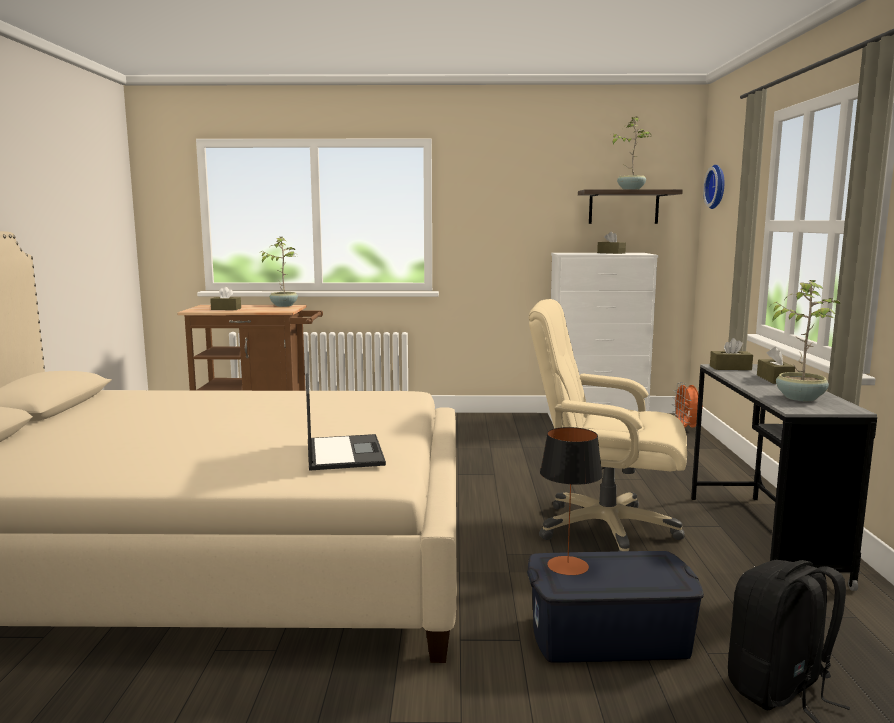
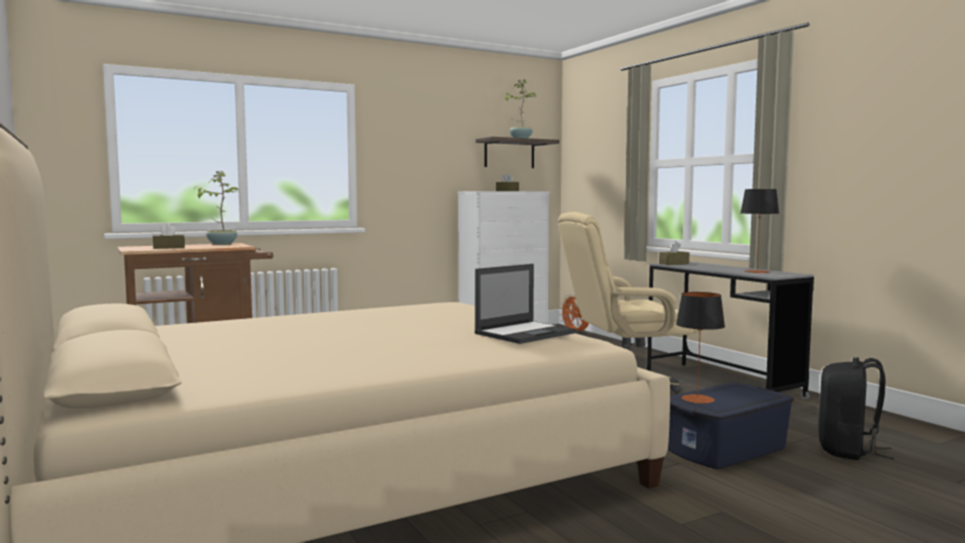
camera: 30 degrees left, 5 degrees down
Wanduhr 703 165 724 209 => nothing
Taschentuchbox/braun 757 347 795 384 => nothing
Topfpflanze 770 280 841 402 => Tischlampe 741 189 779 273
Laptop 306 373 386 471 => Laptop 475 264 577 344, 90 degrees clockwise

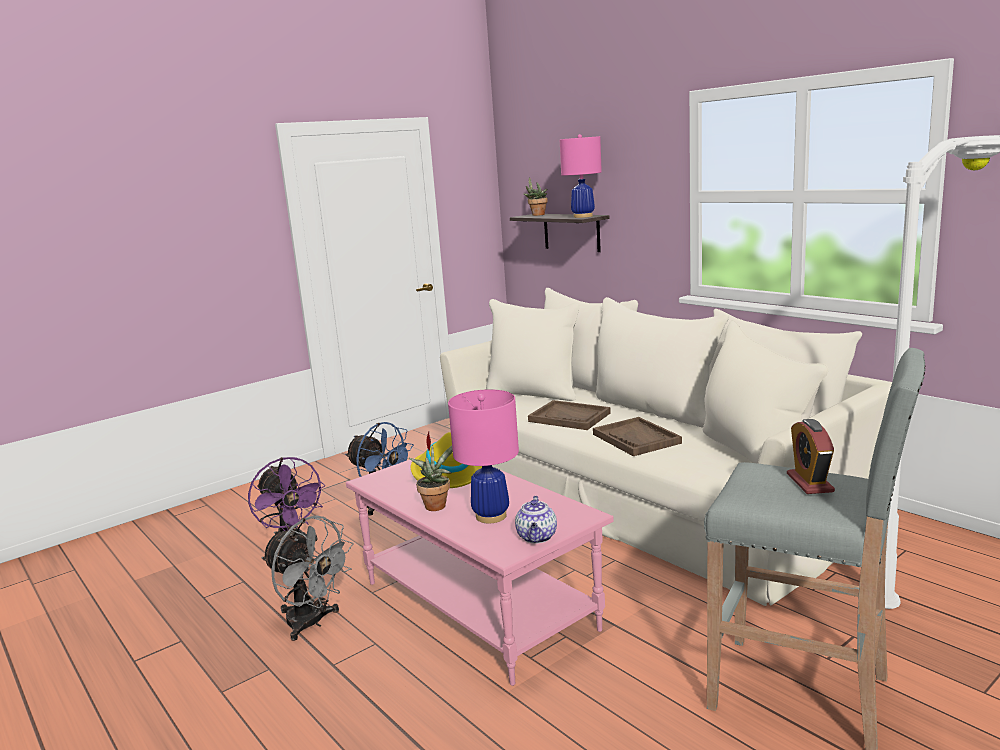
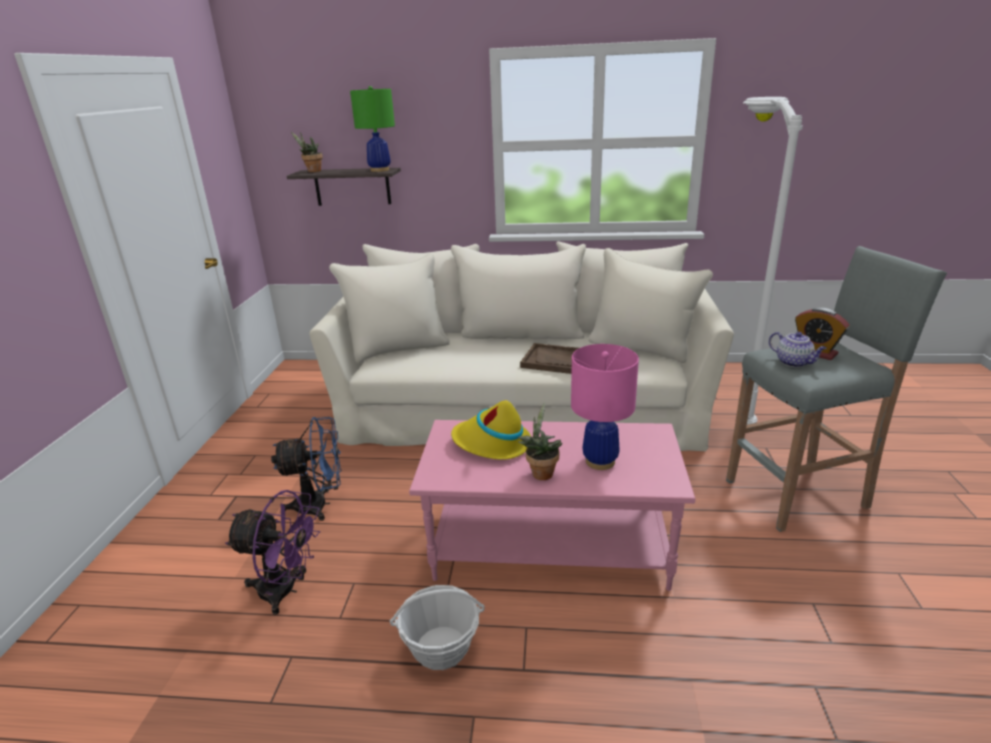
camera: 45 degrees left, 10 degrees up
Tablett/braun 528 400 611 430 => nothing
Teekanne 515 496 557 543 => Teekanne 769 332 827 367, shifted
Ventilator/grau 262 516 354 641 => Korb 390 585 485 670
Tischlampe/rosa 560 134 602 218 => Tischlampe/grün 350 86 395 172

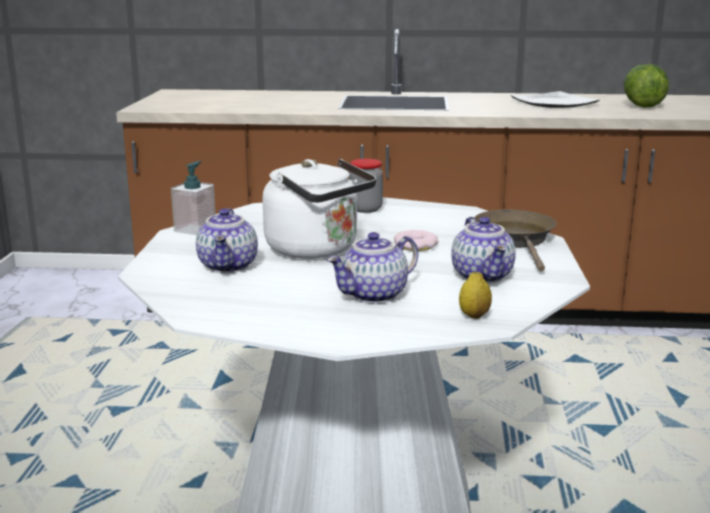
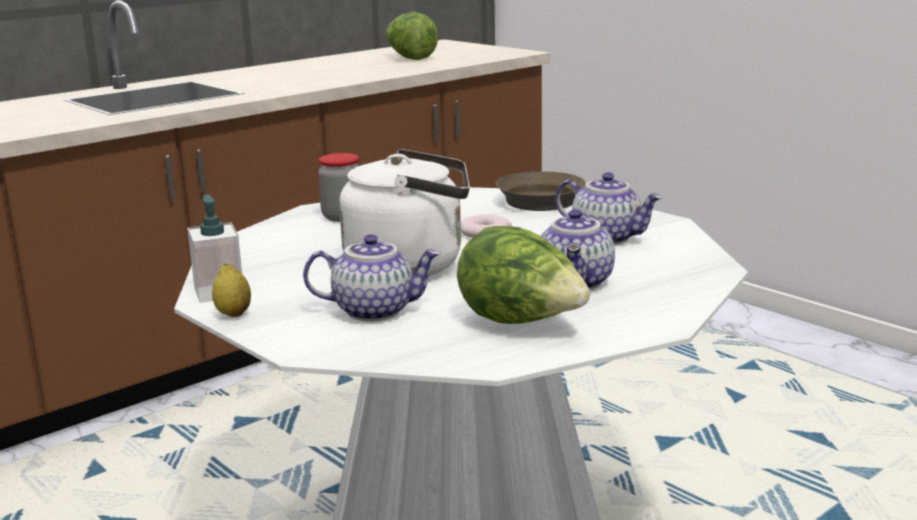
camera: 45 degrees left, 0 degrees up
Teller 511 91 600 108 => nothing
nothing => Salatkopf 457 226 590 324
Zitrone 459 271 492 319 => Zitrone 212 264 251 317, shifted
Teekanne 196 208 258 273 => Teekanne 303 234 441 321, 45 degrees counterclockwise

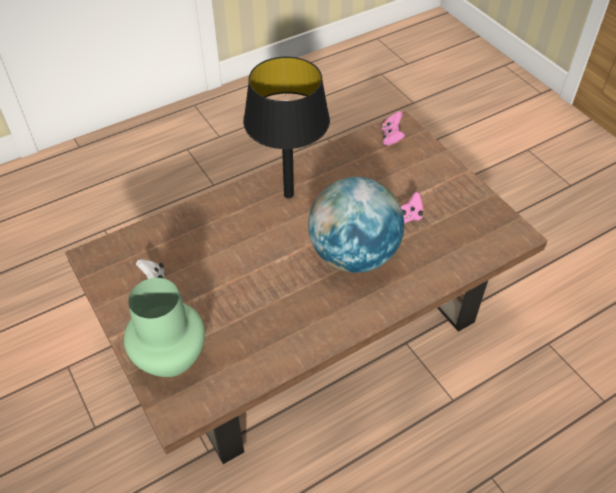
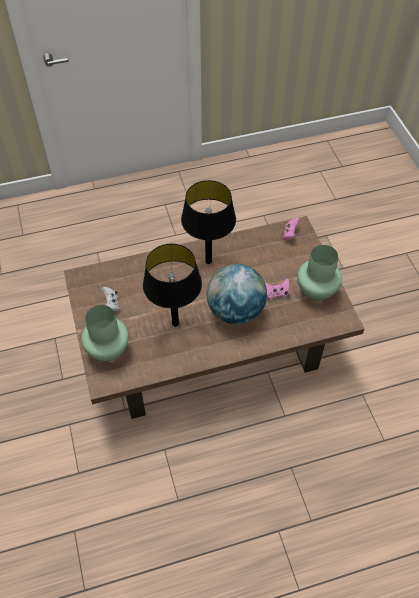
camera: 15 degrees right, 5 degrees up
nothing => Tischlampe/schwarz 143 244 202 327
nothing => Vase/grün 297 245 342 301

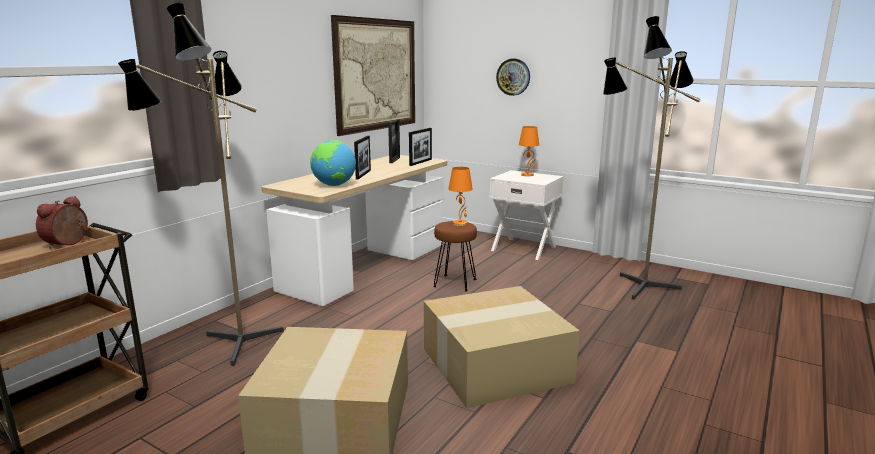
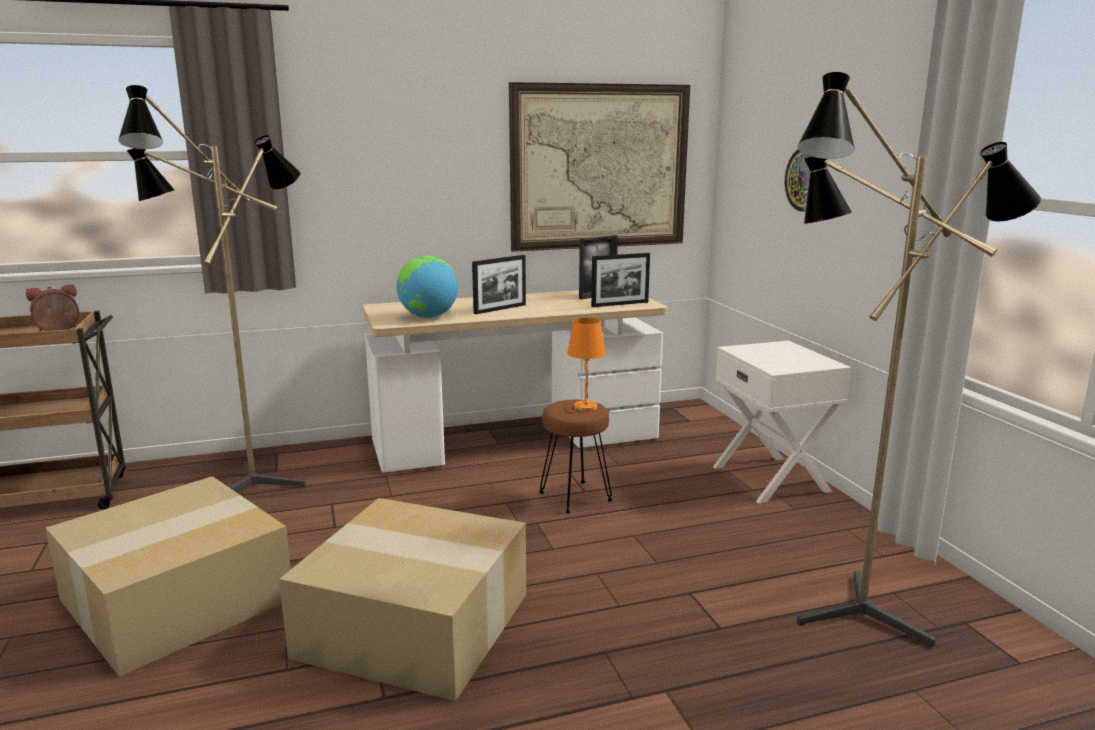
camera: 40 degrees right, 0 degrees up
Tischlampe/orange 519 126 539 176 => nothing

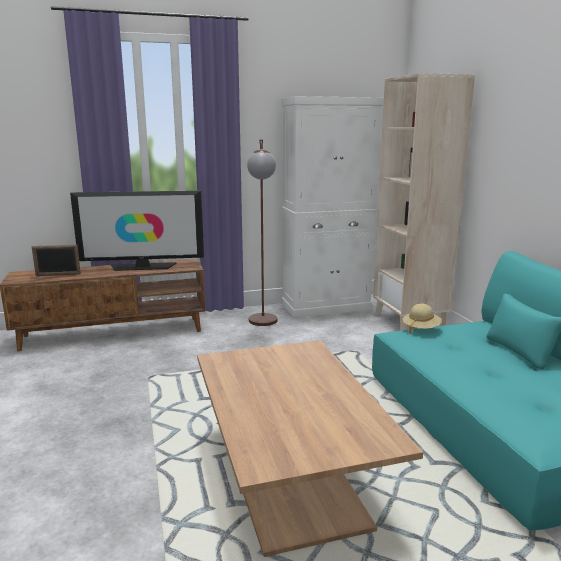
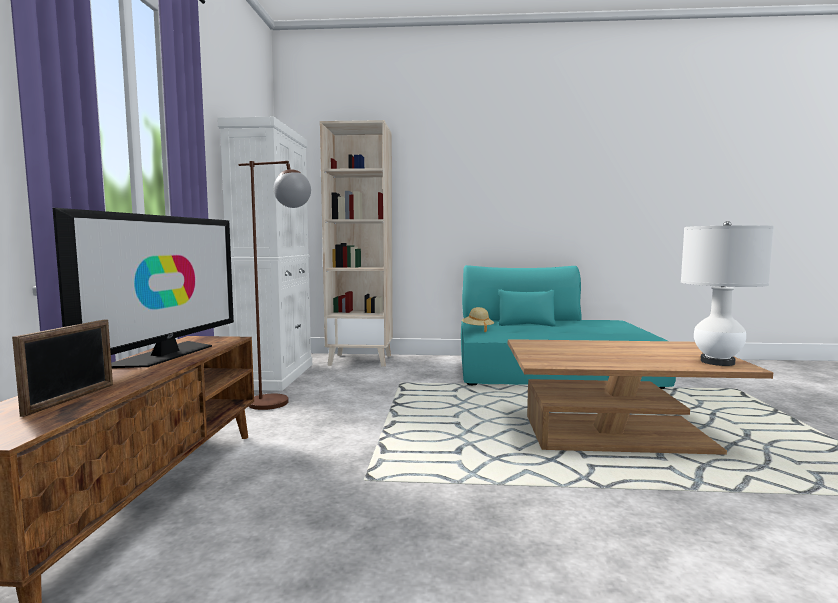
camera: 70 degrees left, 10 degrees down
nothing => Tischlampe/weiß 681 221 774 366

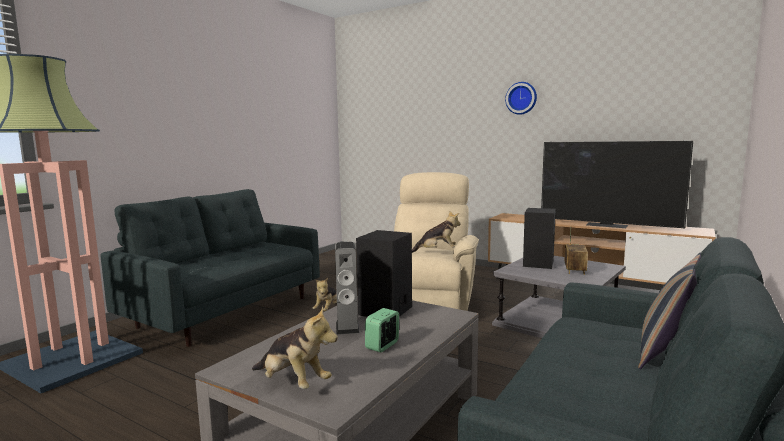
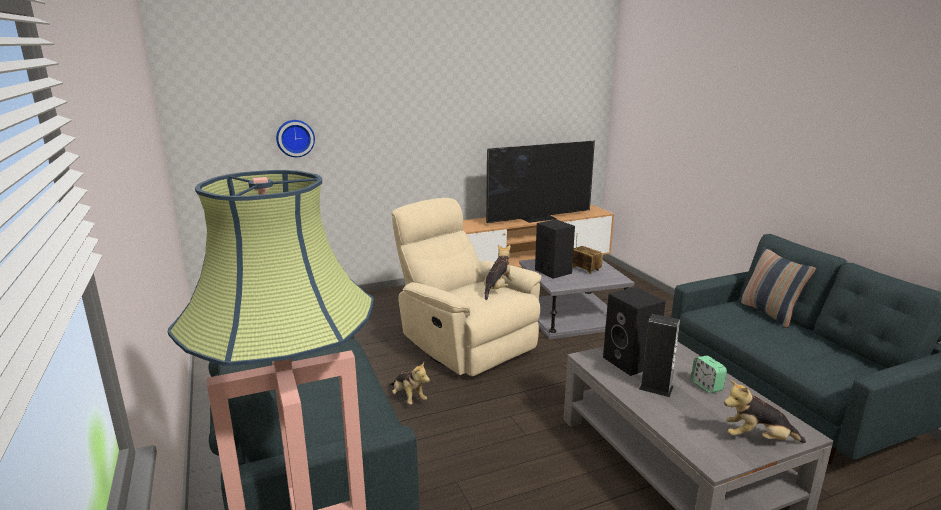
camera: 55 degrees left, 10 degrees up
Wanduhr 505 82 537 115 => Wanduhr 276 120 315 157, shifted
Plüschtier 252 306 338 389 => Plüschtier 724 380 806 443, 150 degrees counterclockwise

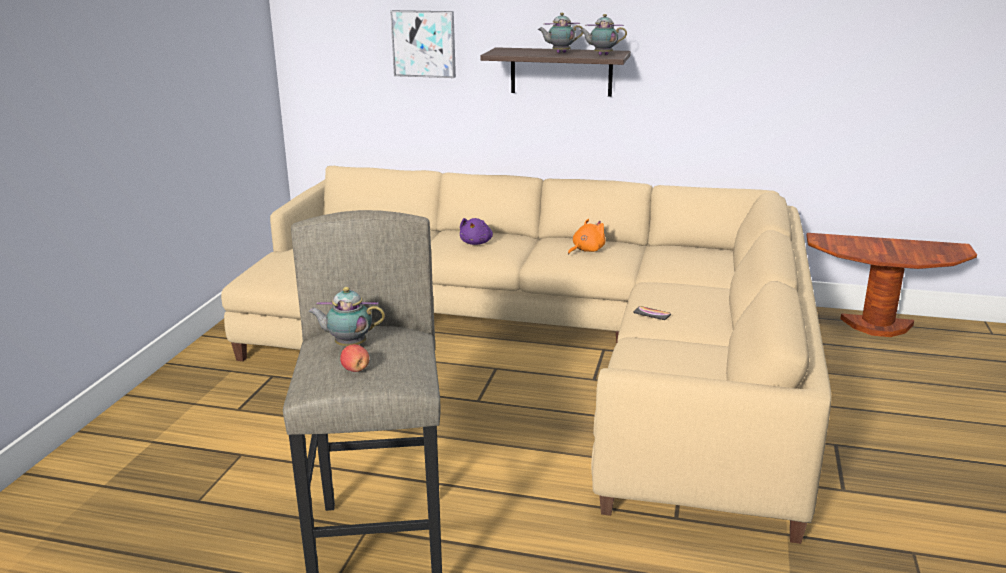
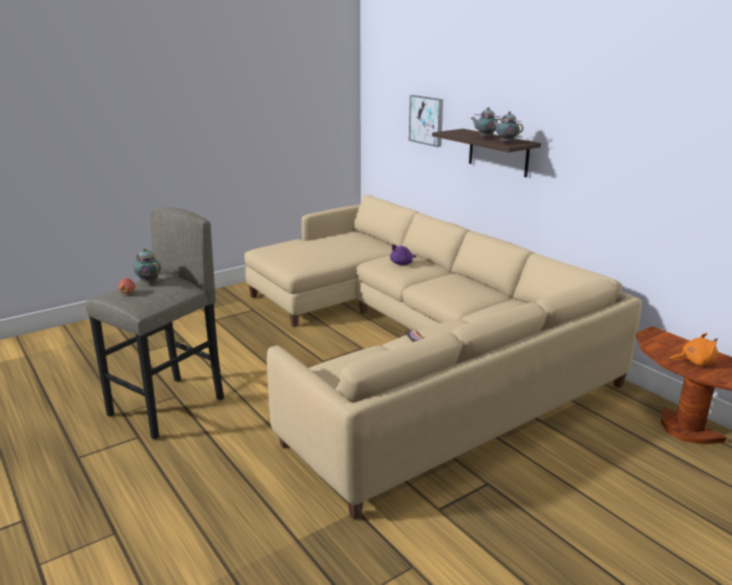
camera: 40 degrees right, 0 degrees up
Plüschtier/orange 568 219 606 254 => Plüschtier/orange 670 333 718 366, shifted

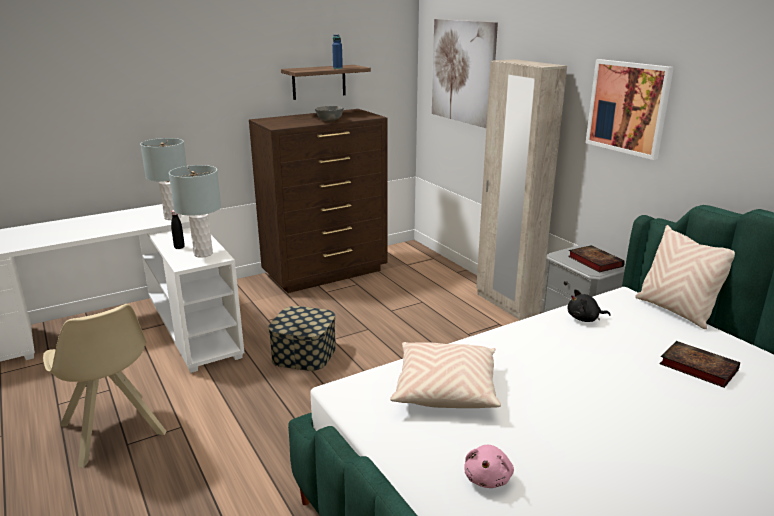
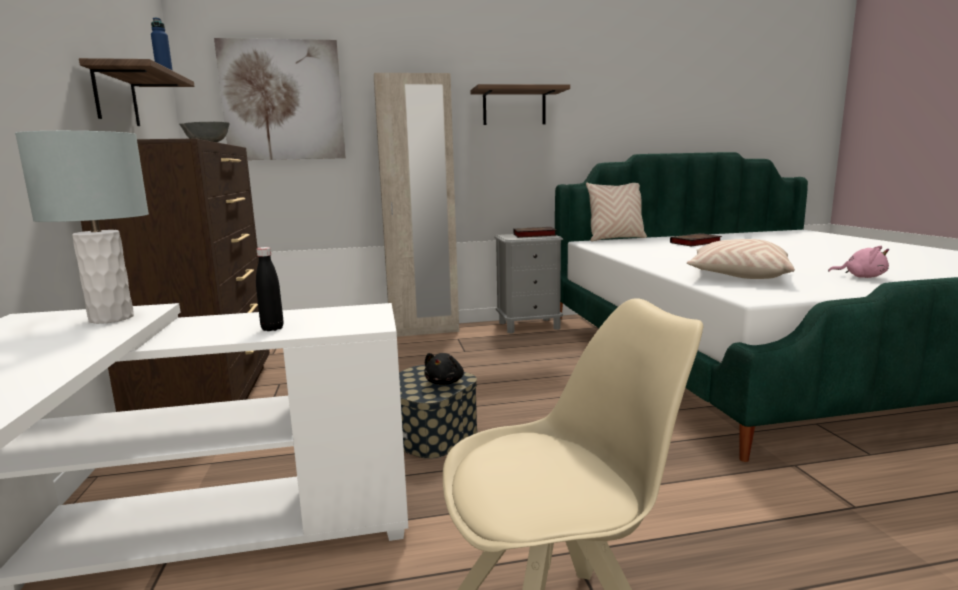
camera: 70 degrees left, 10 degrees down
Tischlampe/grau 169 165 221 258 => nothing
Plüschtier/schwarz 568 289 611 322 => Plüschtier/schwarz 424 353 464 385, shifted
Bild 585 59 674 160 => Wandregal 470 84 570 125

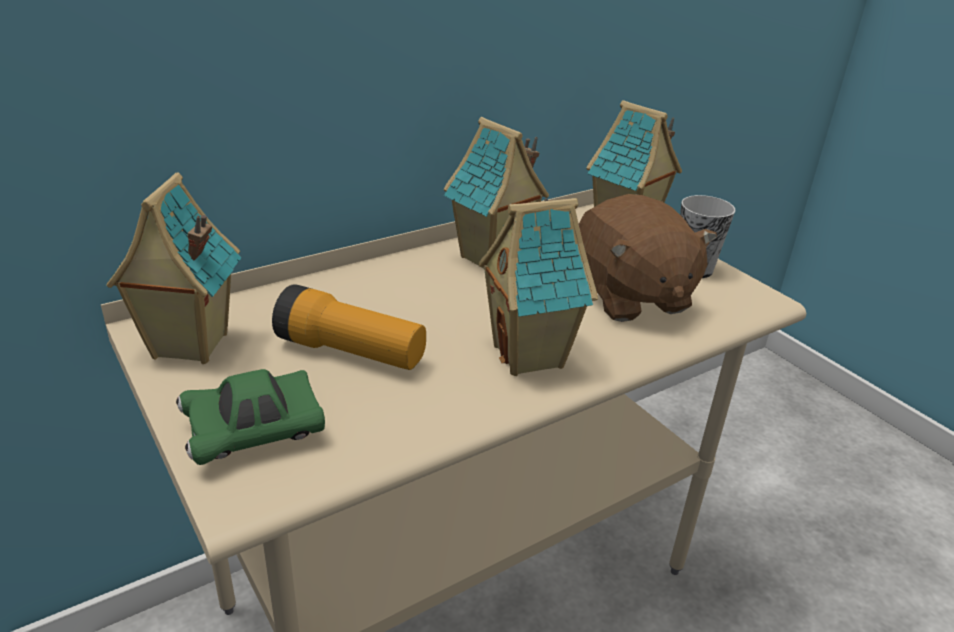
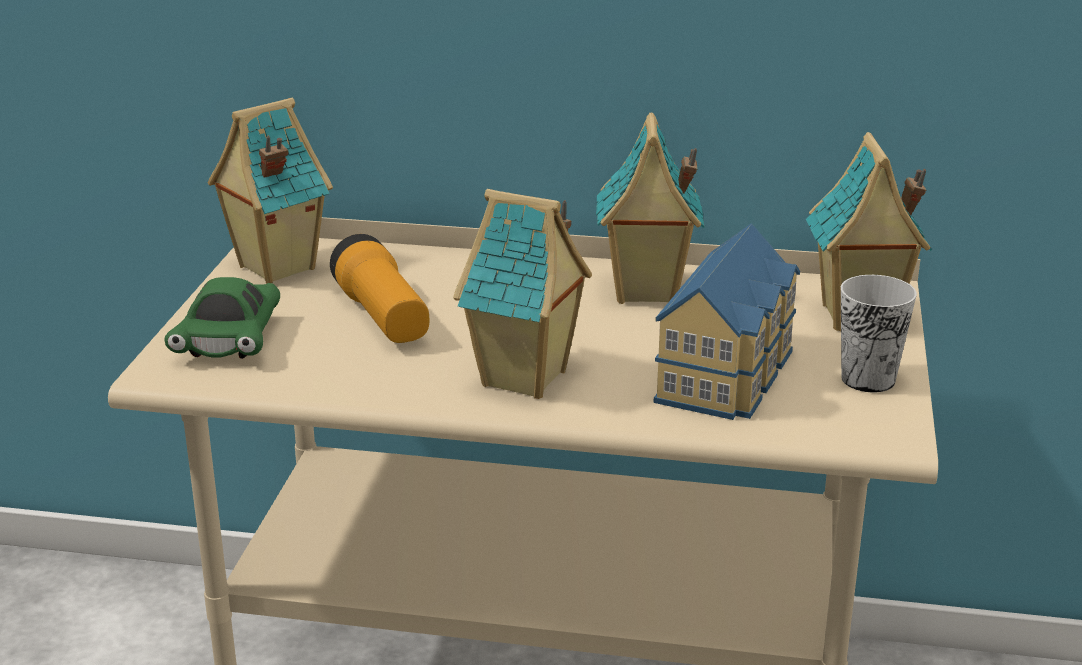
camera: 45 degrees right, 5 degrees down
Plüschtier/braun 579 194 717 322 => Spielzeughaus 654 223 800 420
Spielzeugauto/grün 176 369 325 465 => Spielzeugauto/grün 164 277 280 359, 105 degrees counterclockwise

